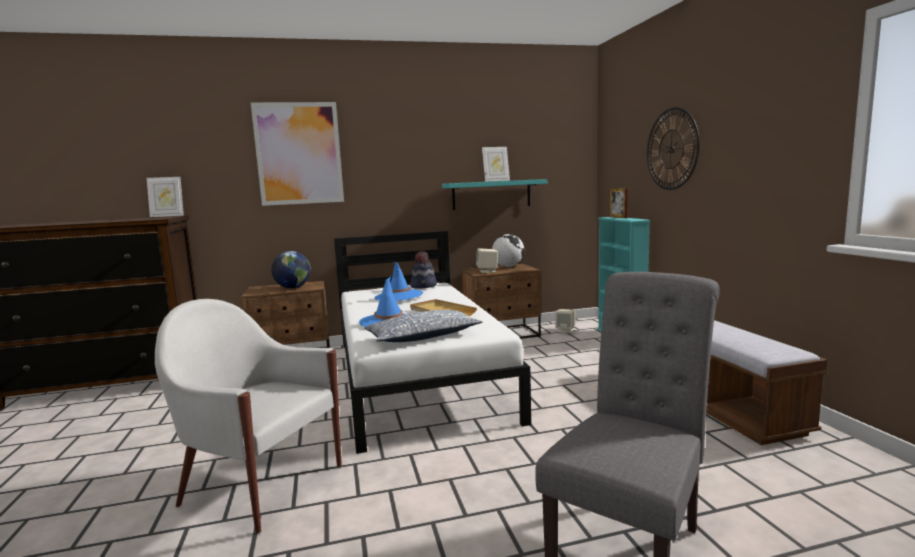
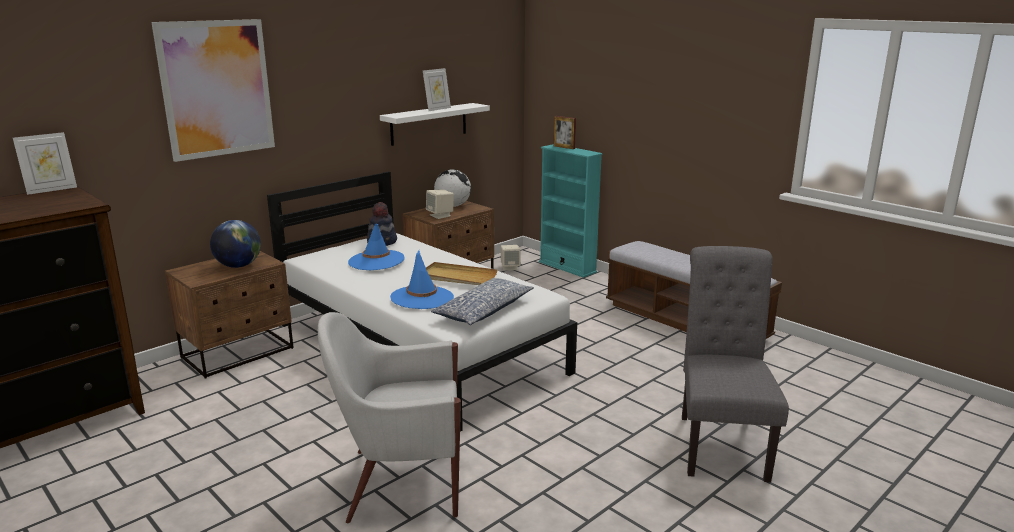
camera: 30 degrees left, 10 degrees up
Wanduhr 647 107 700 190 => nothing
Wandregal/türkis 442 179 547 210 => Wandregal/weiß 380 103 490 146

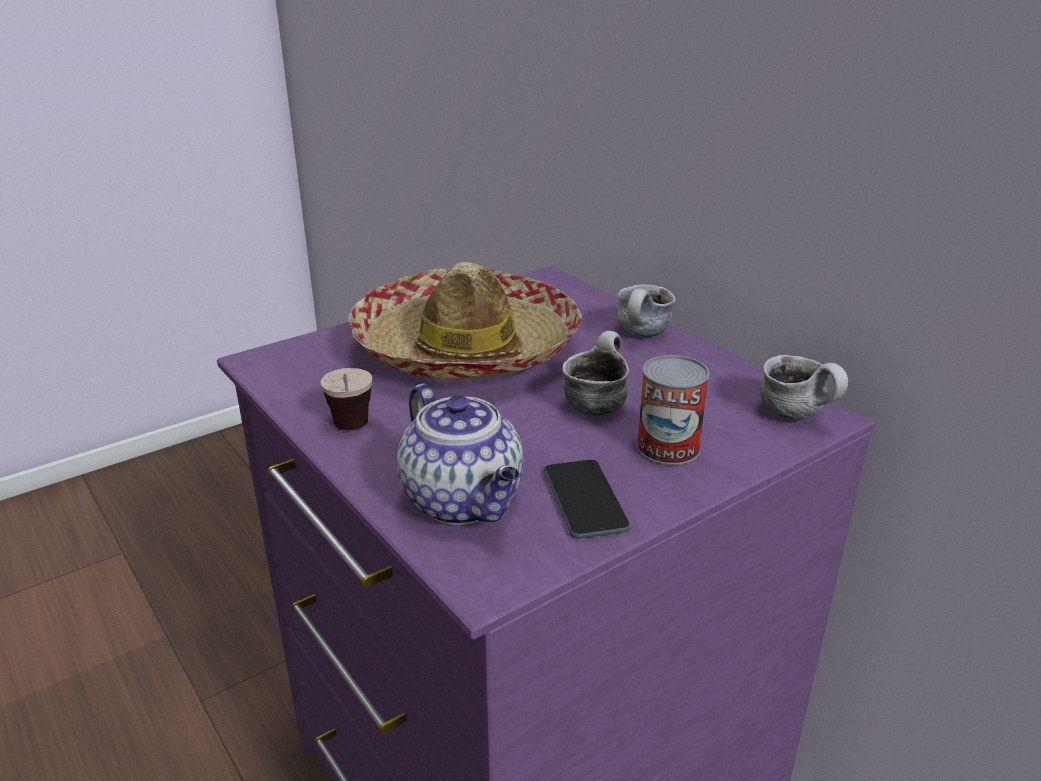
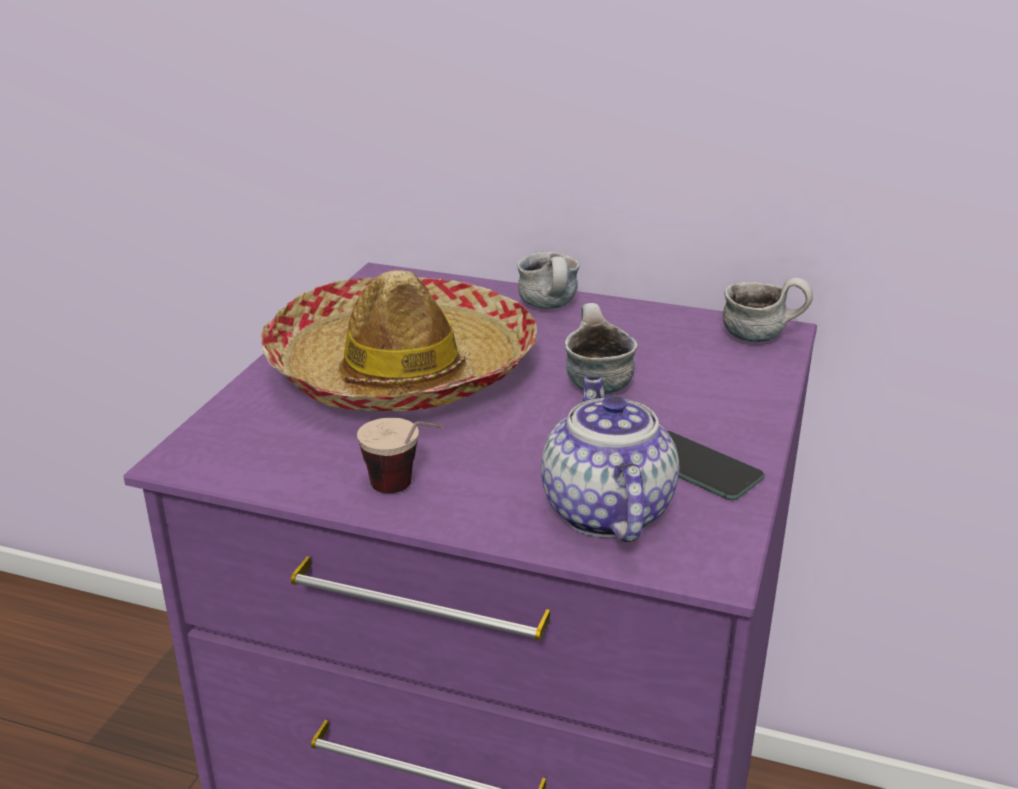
camera: 35 degrees left, 0 degrees up
Dose 637 355 710 465 => nothing
Teekanne 397 384 524 525 => Teekanne 541 376 679 542, 120 degrees counterclockwise

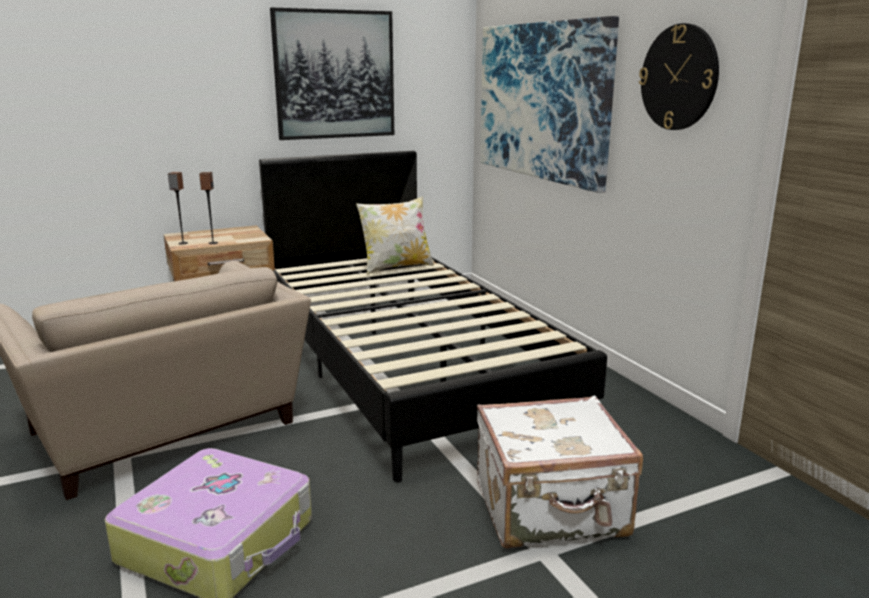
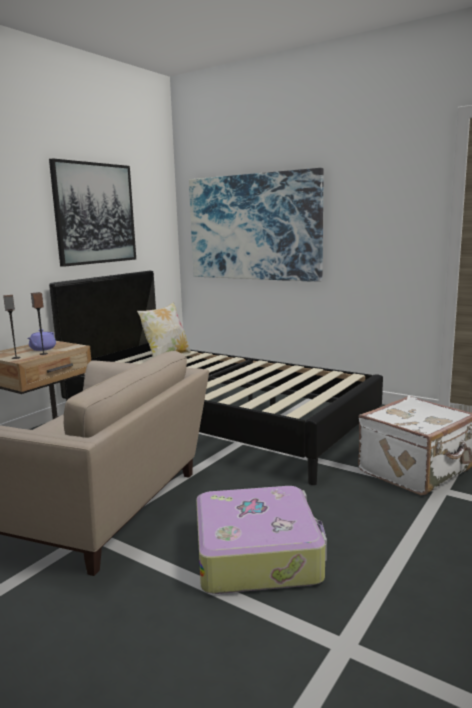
camera: 30 degrees left, 5 degrees down
Wanduhr 639 23 719 130 => nothing
nothing => Teekanne/lila 28 329 56 351

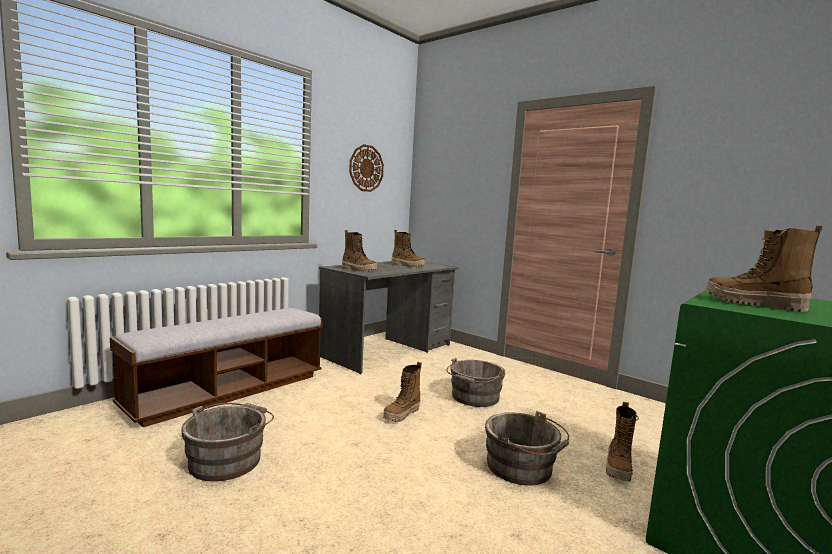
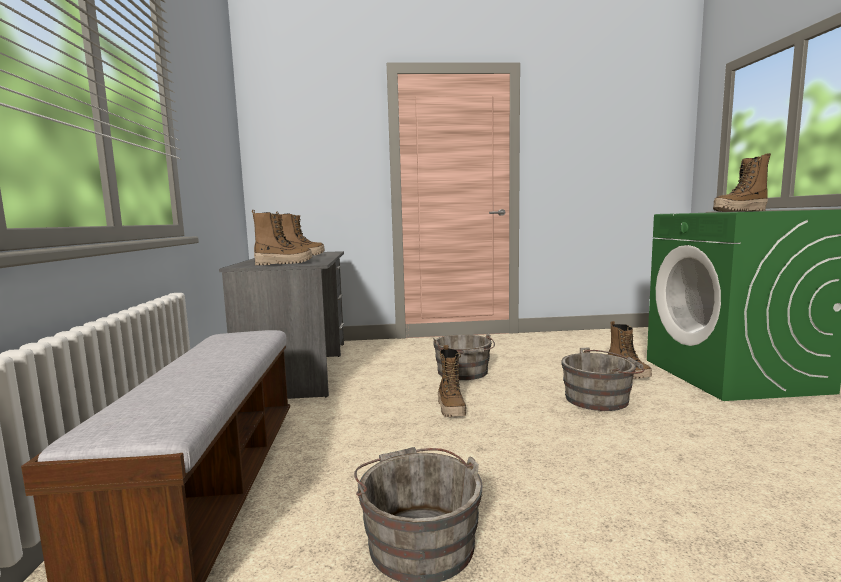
camera: 45 degrees left, 0 degrees up
Wanduhr 349 144 384 192 => nothing

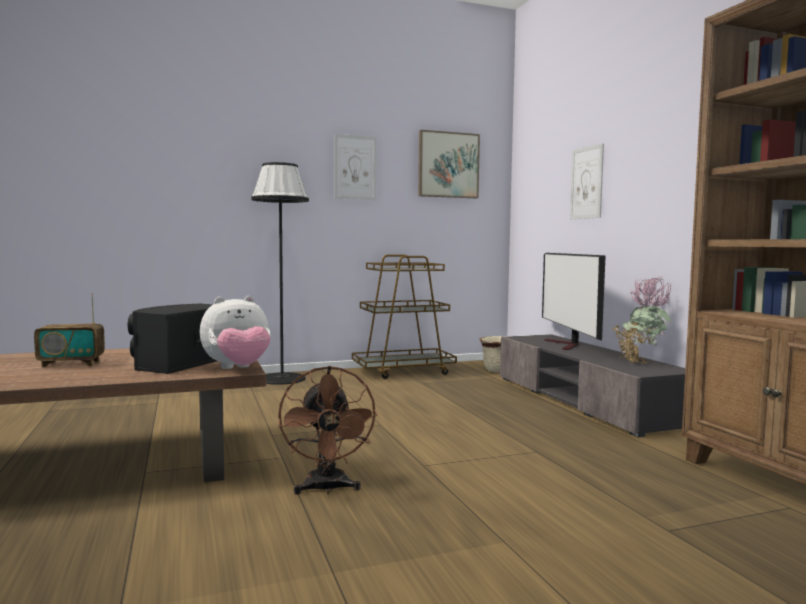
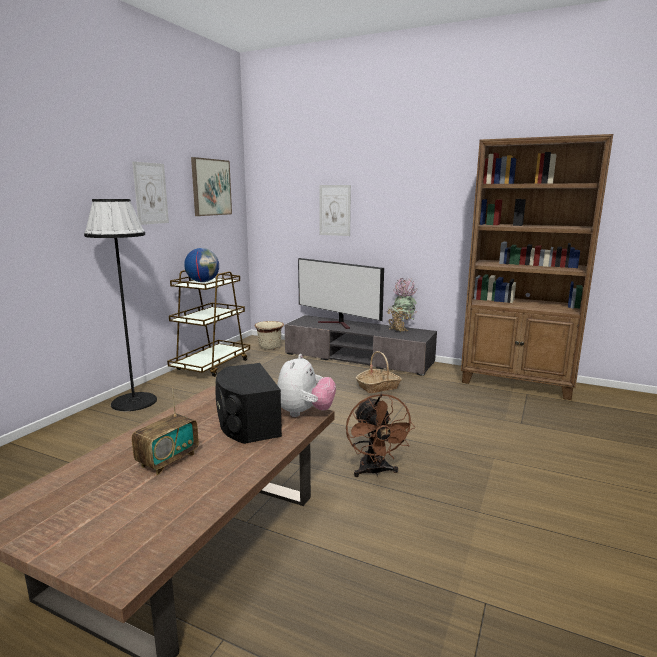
camera: 45 degrees left, 10 degrees up
nothing => Globus 184 248 219 282
nothing => Korb 356 351 402 393
Ventilator/braun 278 366 378 494 => Ventilator/braun 346 393 415 477, 45 degrees clockwise

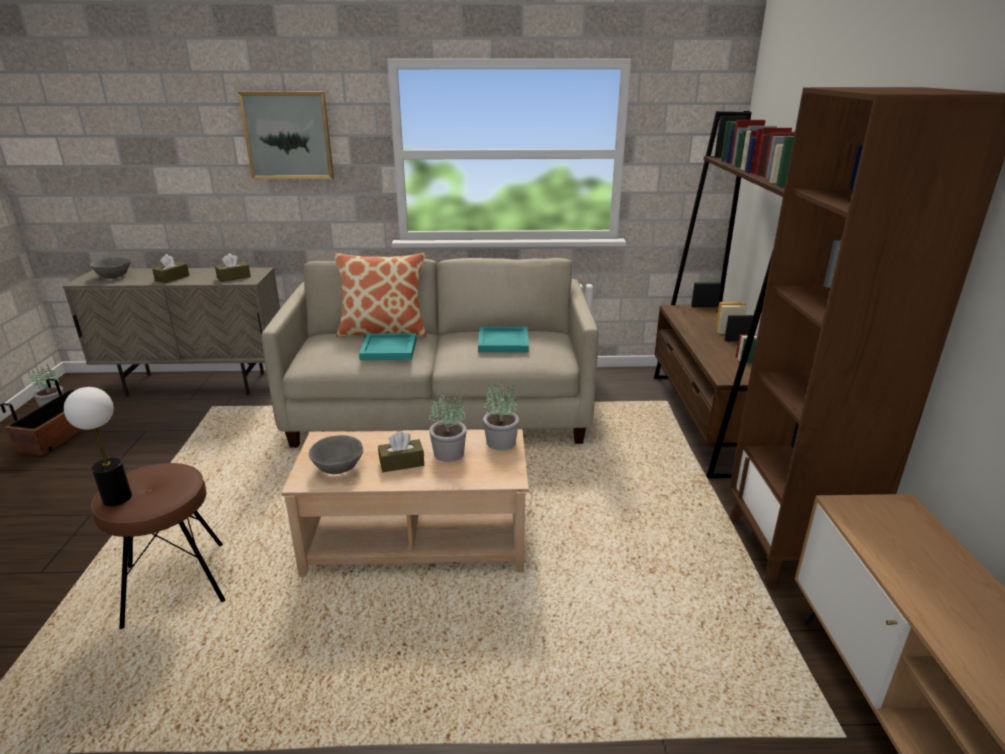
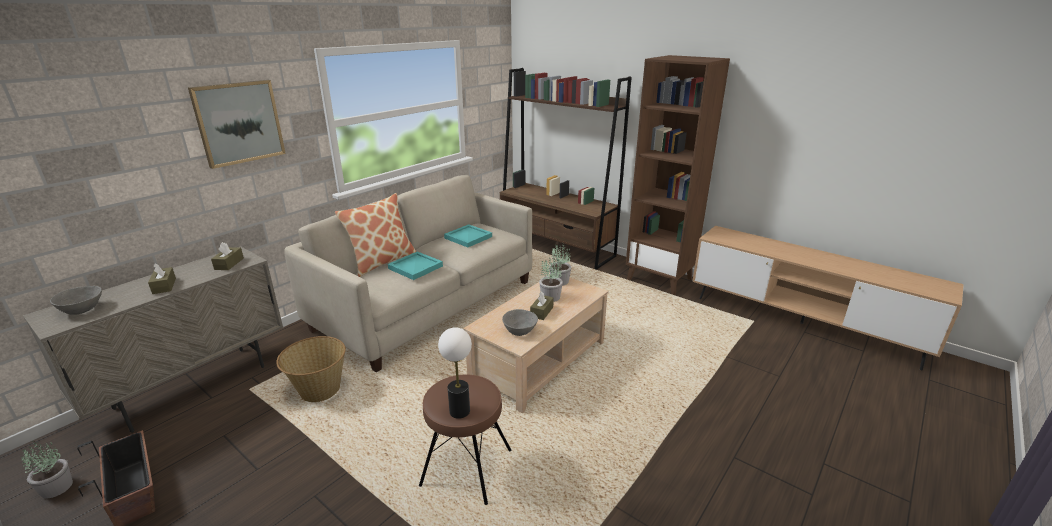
camera: 50 degrees left, 0 degrees up
nothing => Korb 276 336 346 402

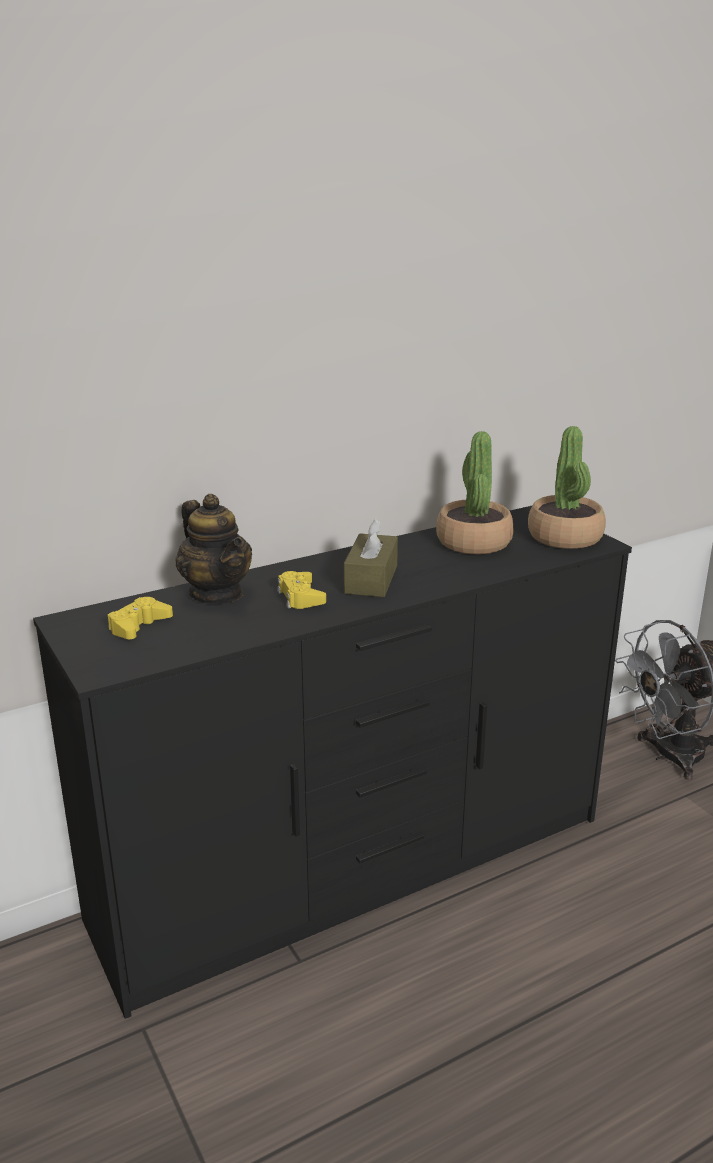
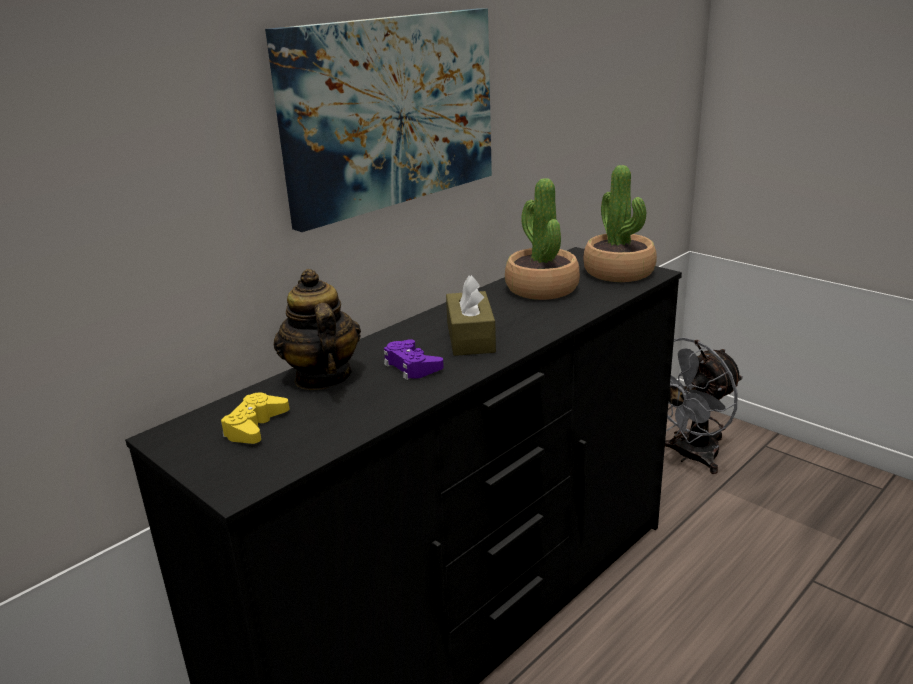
camera: 15 degrees left, 0 degrees up
nothing => Bild 265 8 492 232
Gamepad/gelb 277 571 326 609 => Gamepad/lila 384 339 444 380
Teekanne 176 494 252 604 => Teekanne 274 269 361 390, 150 degrees counterclockwise

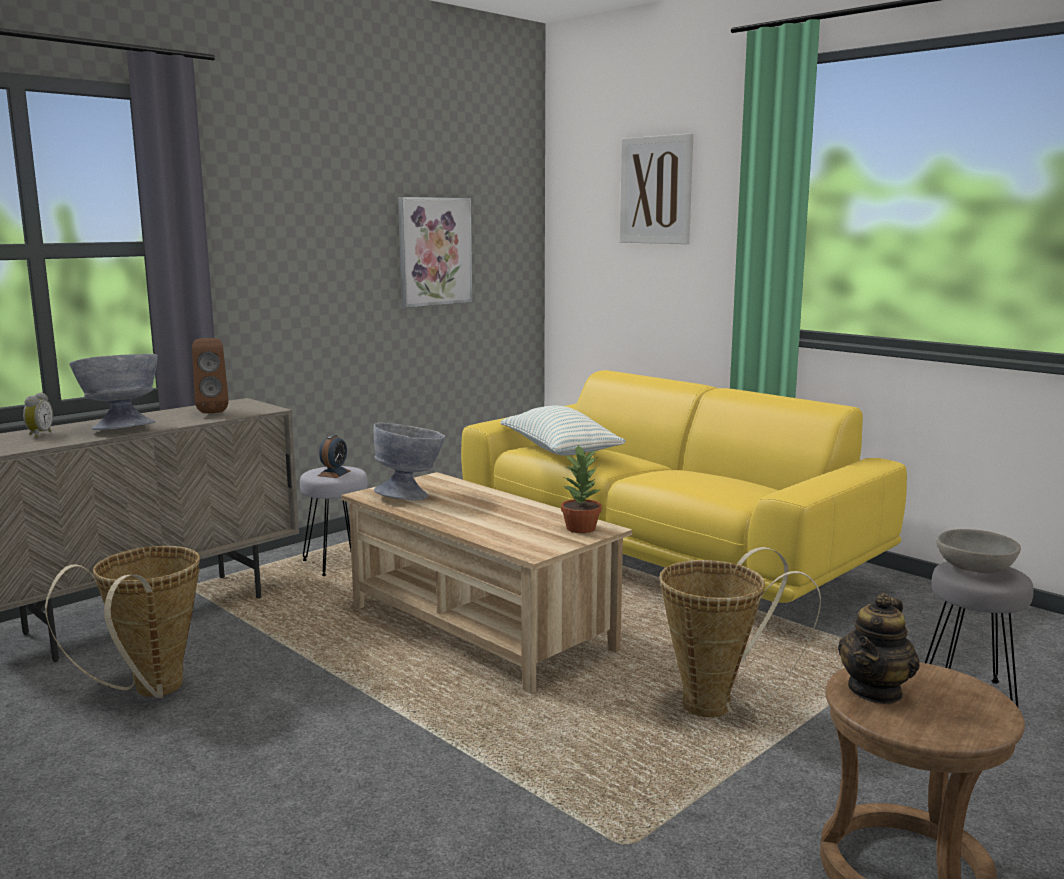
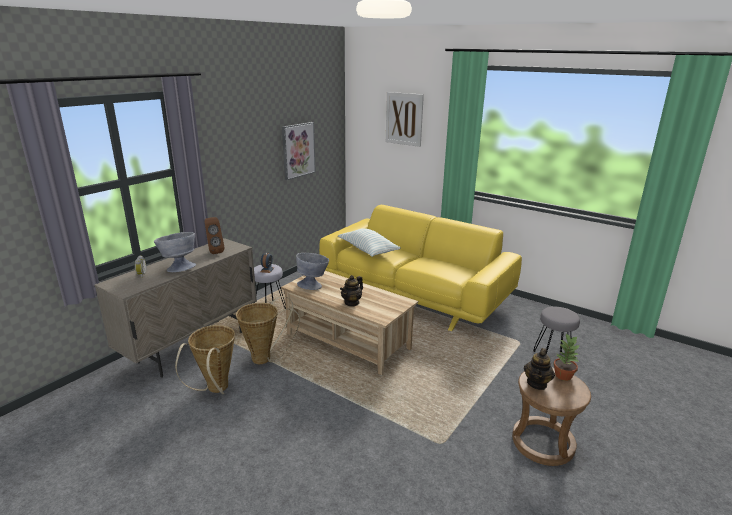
camera: 10 degrees left, 10 degrees up
Schüssel/grau 936 529 1021 573 => nothing
nothing => Teekanne 340 275 363 307
Topfpflanze 561 445 602 533 => Topfpflanze 554 334 580 381, shifted
Korb 659 547 821 717 => Korb 236 296 300 364, shifted

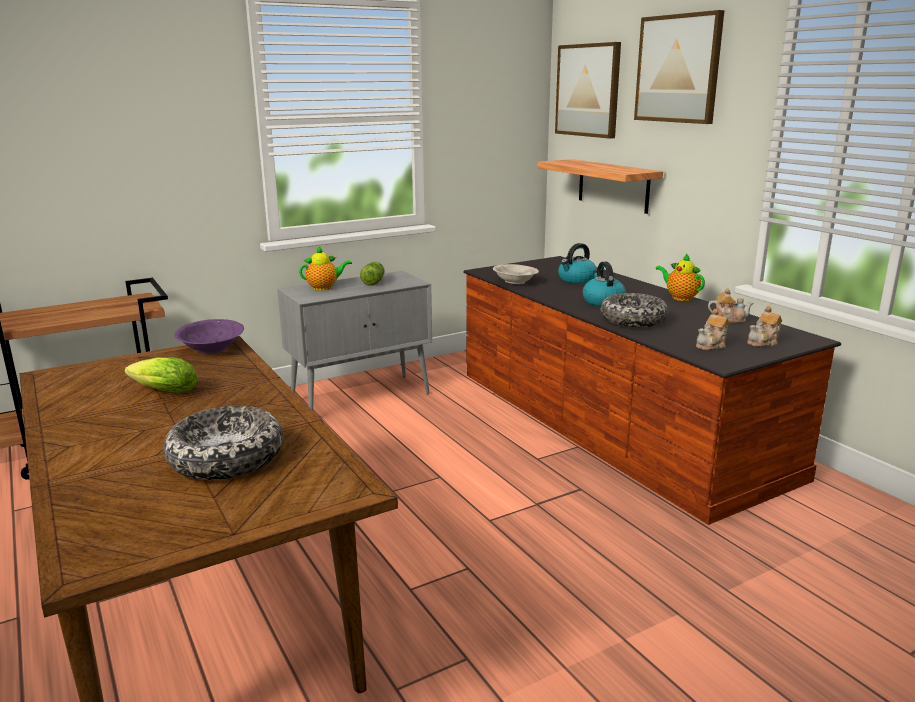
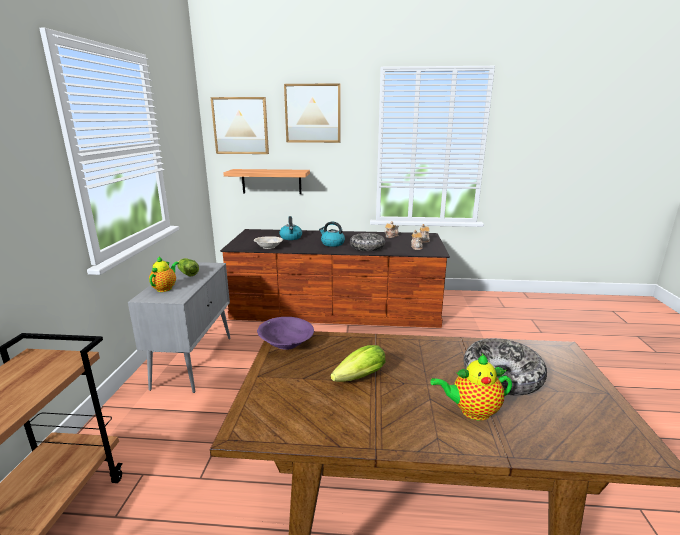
camera: 55 degrees left, 0 degrees up
Teekanne 656 253 705 301 => Teekanne 430 354 512 421, shifted

